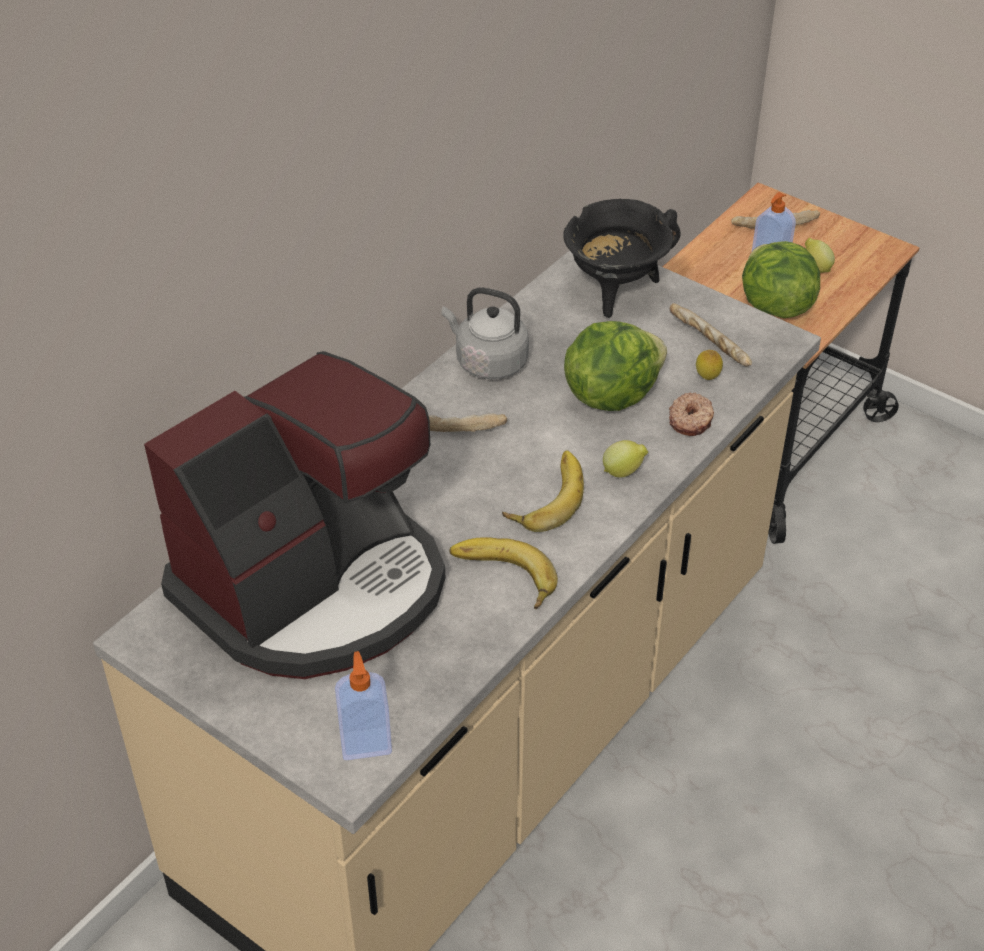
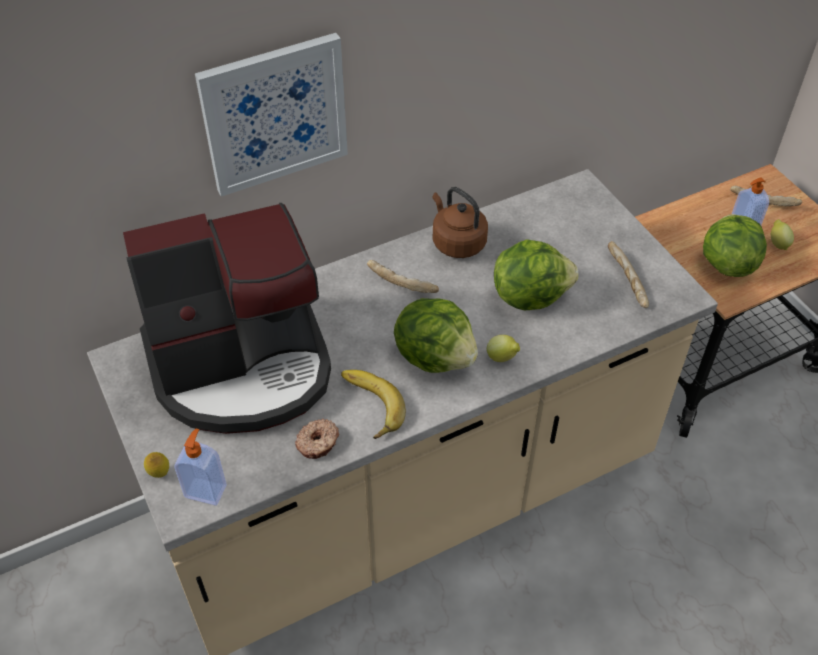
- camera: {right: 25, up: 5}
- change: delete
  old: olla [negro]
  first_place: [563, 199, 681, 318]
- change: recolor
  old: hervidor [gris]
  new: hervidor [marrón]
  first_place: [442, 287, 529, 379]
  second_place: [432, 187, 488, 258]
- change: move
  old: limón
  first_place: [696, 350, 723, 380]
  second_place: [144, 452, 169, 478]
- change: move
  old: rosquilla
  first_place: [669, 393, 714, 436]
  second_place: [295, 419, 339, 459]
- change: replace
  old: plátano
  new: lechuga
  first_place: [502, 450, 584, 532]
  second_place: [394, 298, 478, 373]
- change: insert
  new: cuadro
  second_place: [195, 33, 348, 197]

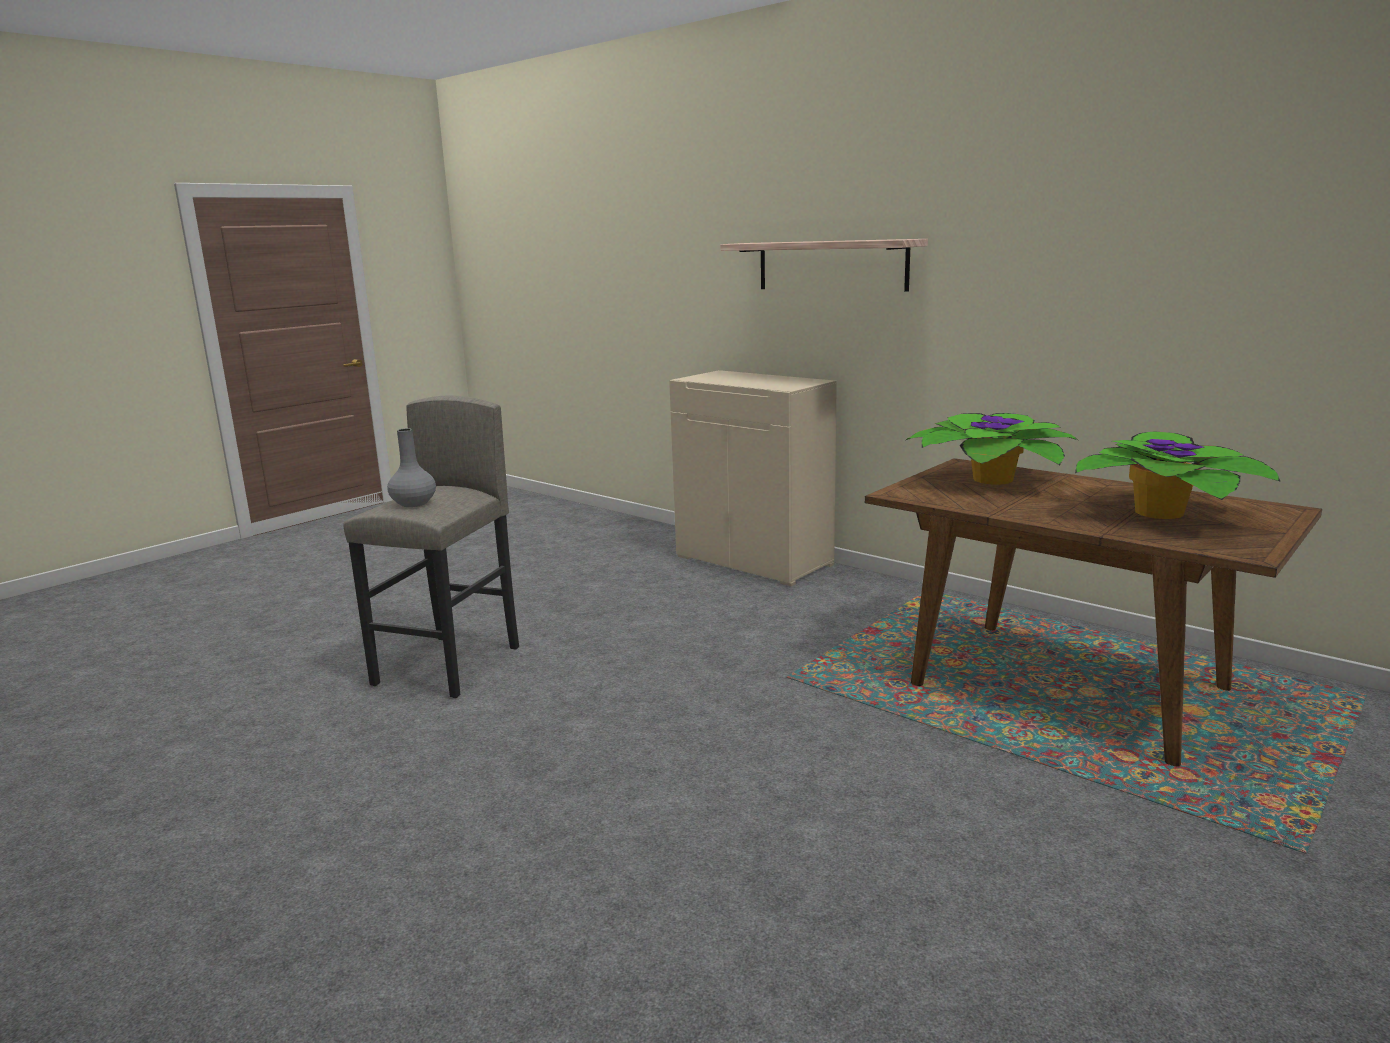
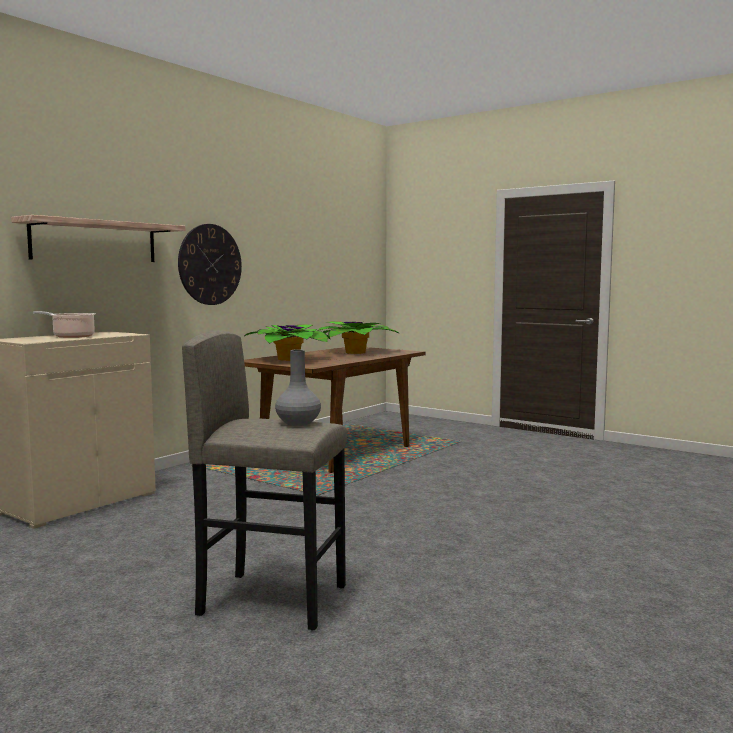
- camera: {right: -95, up: -10}
- change: insert
  new: reloj de pared
  second_place: [178, 224, 242, 305]
- change: insert
  new: olla
  second_place: [33, 311, 95, 338]

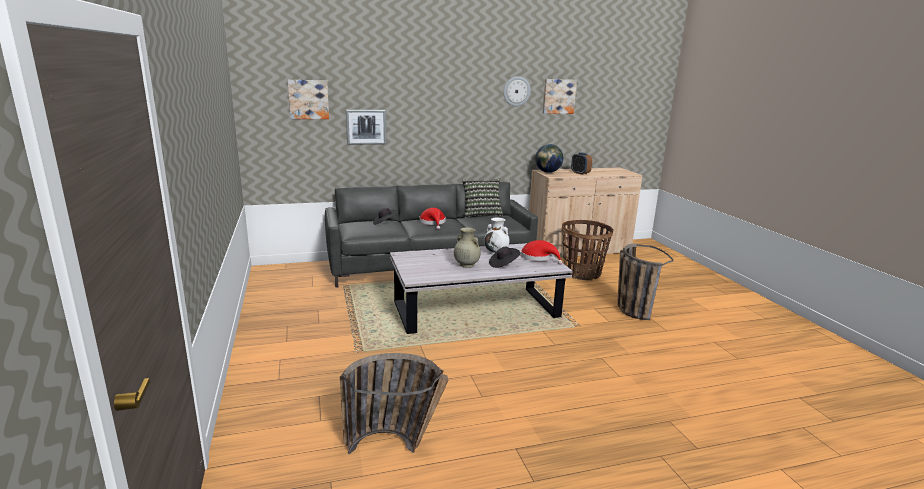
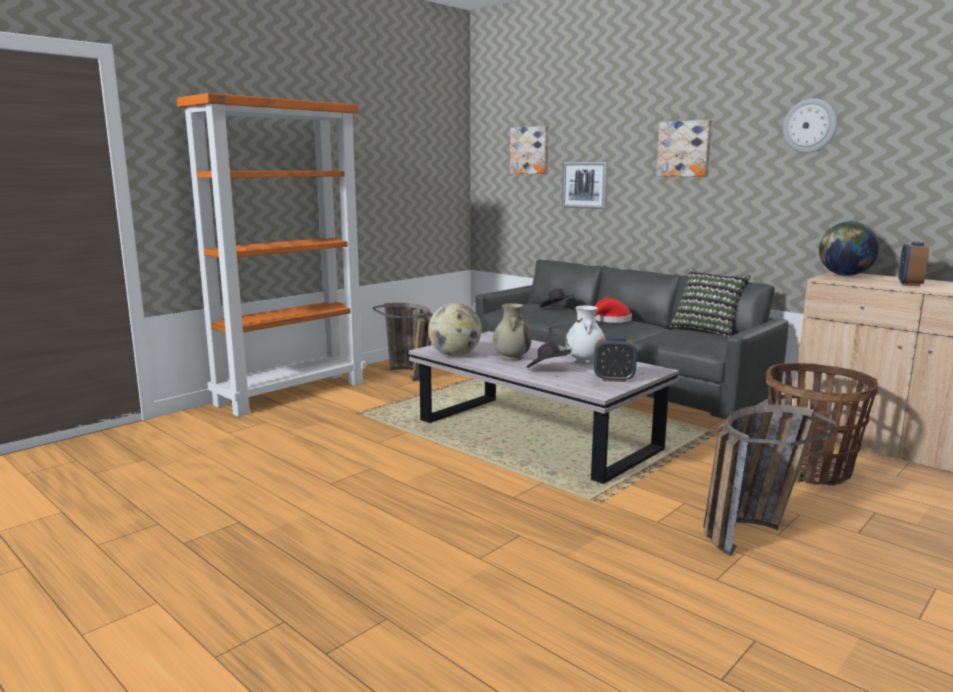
- camera: {right: 60, up: -5}
- change: move
  old: cuadro
  first_place: [542, 79, 577, 114]
  second_place: [656, 120, 712, 177]
- change: replace
  old: sombrero [rojo]
  new: despertador
  first_place: [521, 240, 563, 264]
  second_place: [594, 336, 637, 382]
- change: move
  old: cesta
  first_place: [340, 353, 448, 454]
  second_place: [373, 303, 433, 381]
- change: insert
  new: estantería [naranja]
  second_place: [177, 93, 366, 417]
- change: insert
  new: globo terráqueo
  second_place: [428, 303, 482, 356]

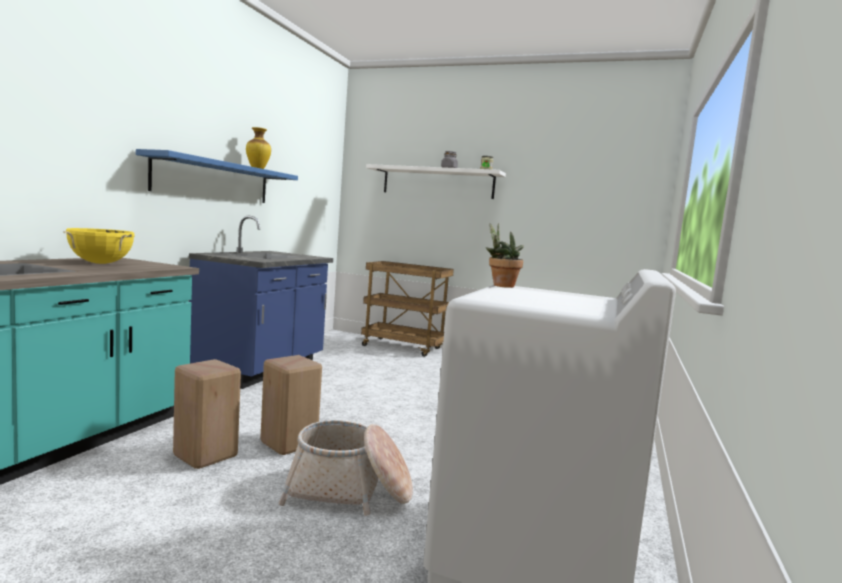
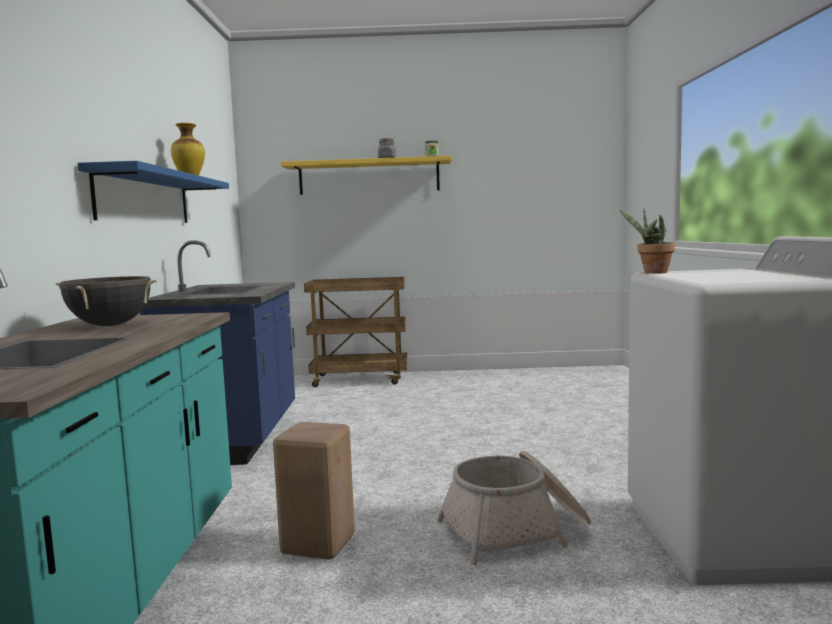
- camera: {right: -20, up: 0}
- change: recolor
  old: estante [blanco]
  new: estante [amarillo]
  first_place: [366, 164, 506, 199]
  second_place: [281, 156, 452, 195]
- change: recolor
  old: olla [amarillo]
  new: olla [negro]
  first_place: [64, 228, 135, 264]
  second_place: [56, 276, 157, 326]
- change: delete
  old: taburete [beis]
  first_place: [260, 355, 322, 455]

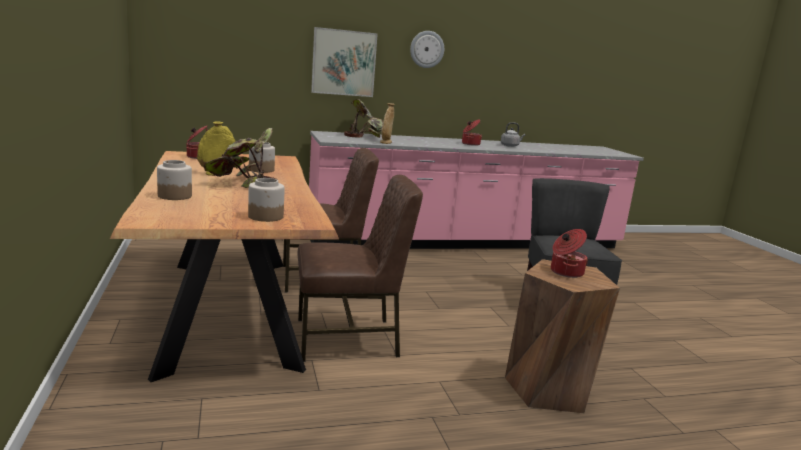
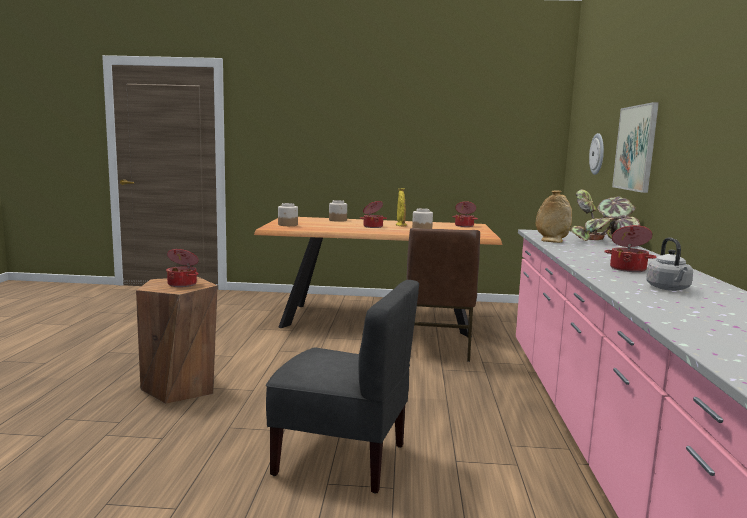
- camera: {right: 110, up: -5}
- change: move
  old: reloj de pared
  first_place: [410, 31, 444, 68]
  second_place: [589, 133, 604, 175]
- change: replace
  old: planta en maceta
  new: olla
  first_place: [204, 128, 278, 188]
  second_place: [360, 201, 387, 228]
- change: delete
  old: silla [marrón]
  first_place: [297, 175, 423, 362]

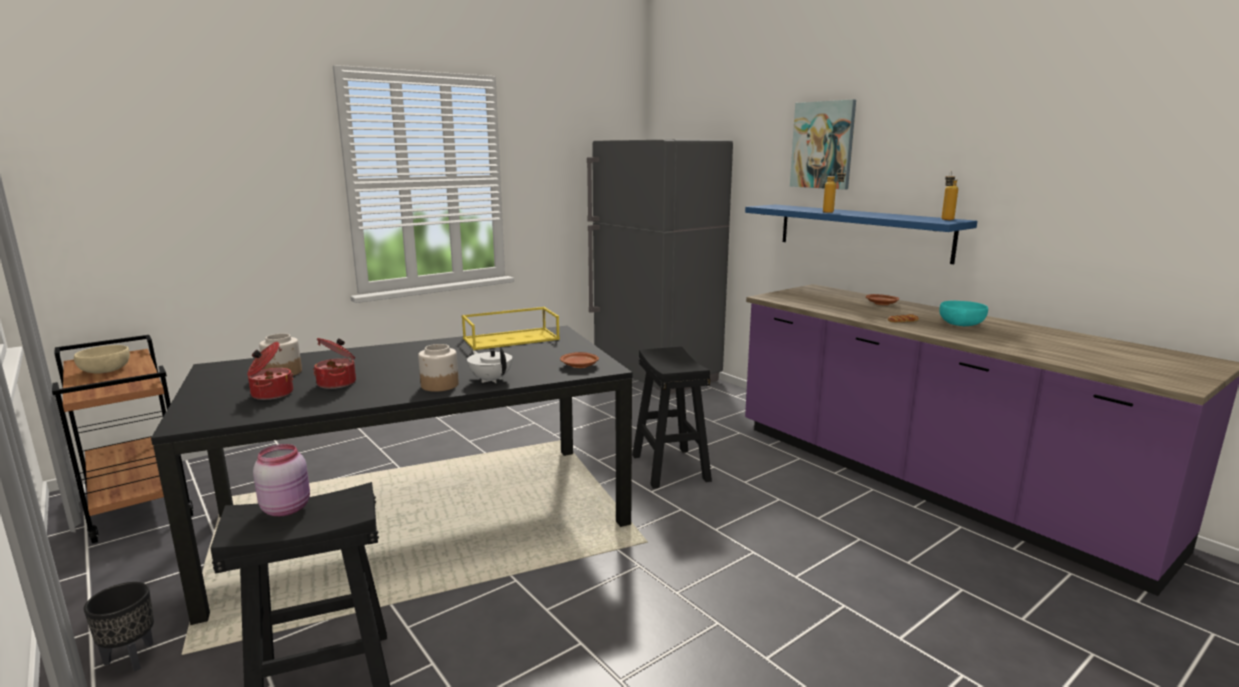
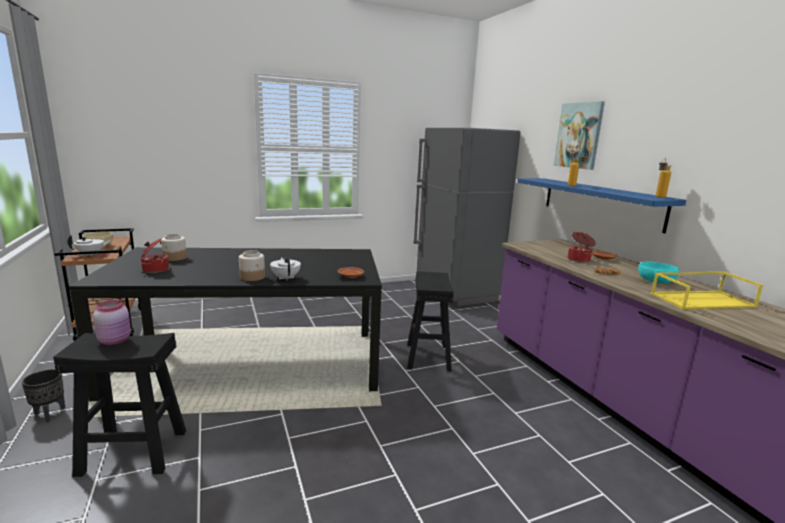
- camera: {right: 15, up: 0}
- change: move
  old: bandeja [amarillo]
  first_place: [462, 307, 560, 350]
  second_place: [651, 272, 763, 310]
- change: move
  old: olla
  first_place: [313, 338, 356, 389]
  second_place: [568, 232, 596, 262]
- change: insert
  new: tetera [blanco]
  second_place: [67, 235, 111, 256]

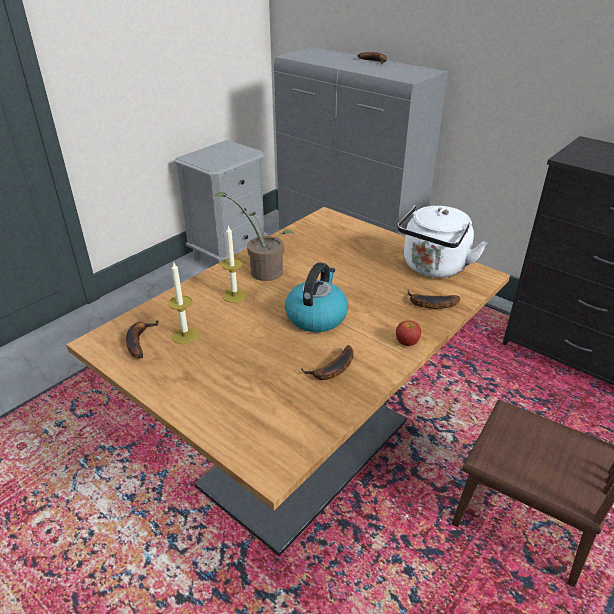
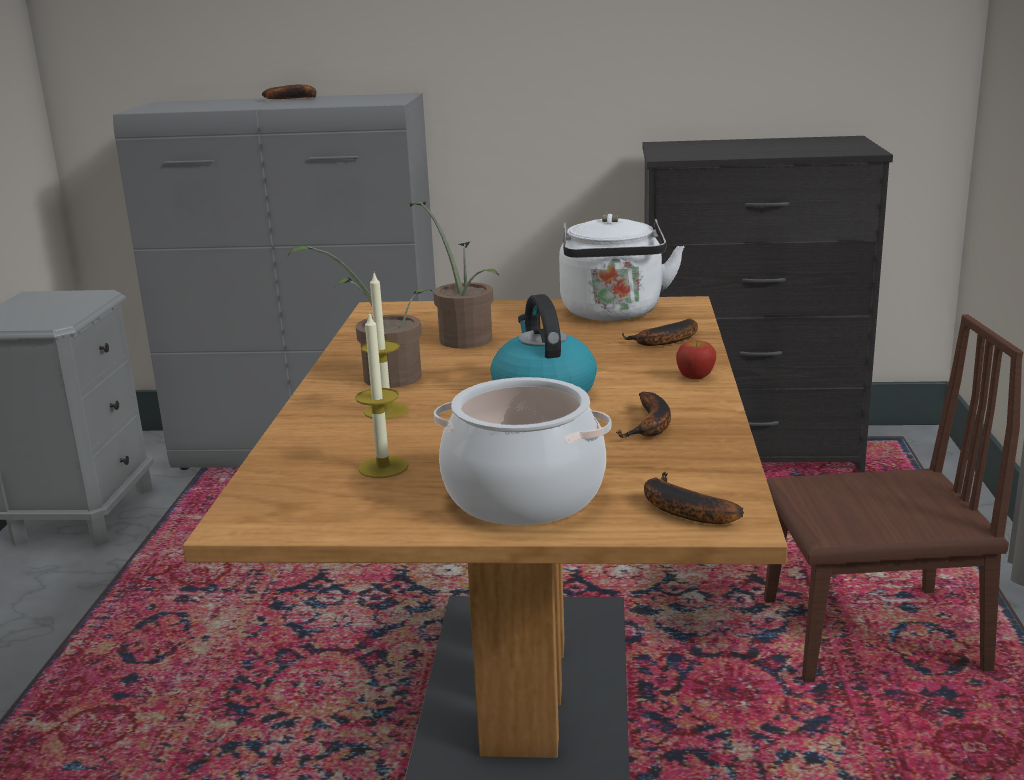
- camera: {right: -35, up: -15}
- change: move
  old: plátano
  first_place: [126, 321, 159, 358]
  second_place: [644, 472, 744, 524]
- change: insert
  new: planta en maceta
  second_place: [409, 201, 499, 348]
- change: insert
  new: olla
  second_place: [434, 377, 611, 525]

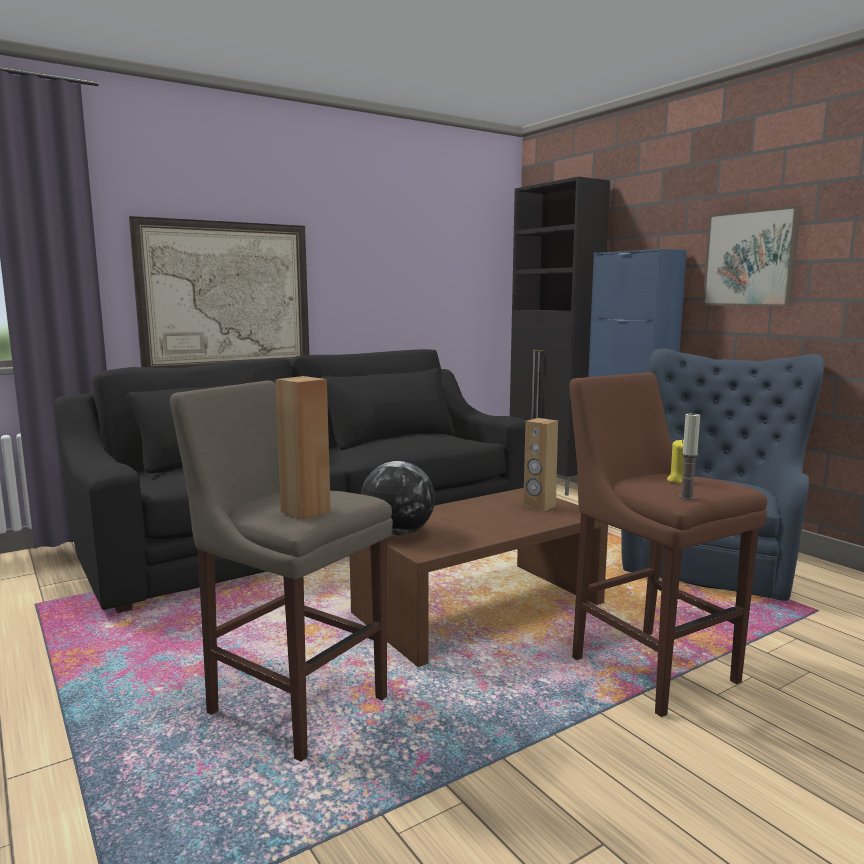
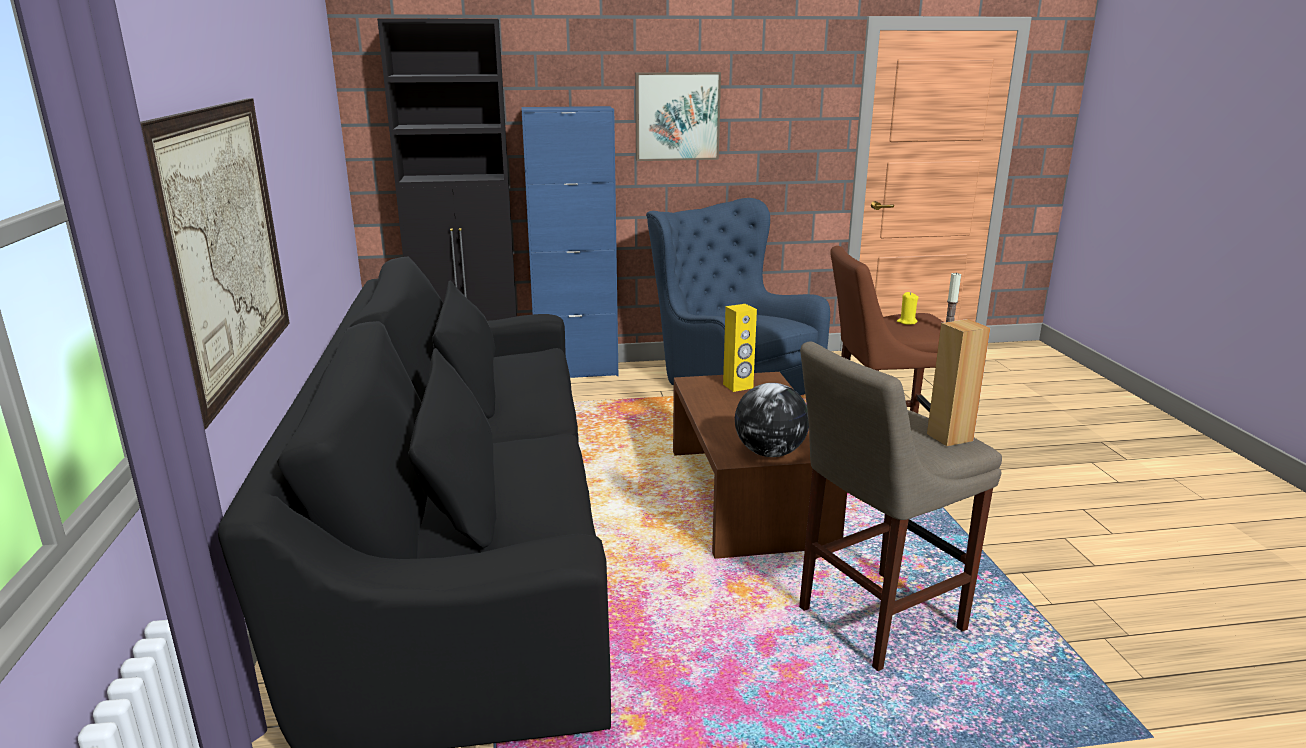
- camera: {right: -65, up: 10}
- change: recolor
  old: altavoz [marrón]
  new: altavoz [amarillo]
  first_place: [523, 418, 558, 512]
  second_place: [723, 304, 757, 392]

